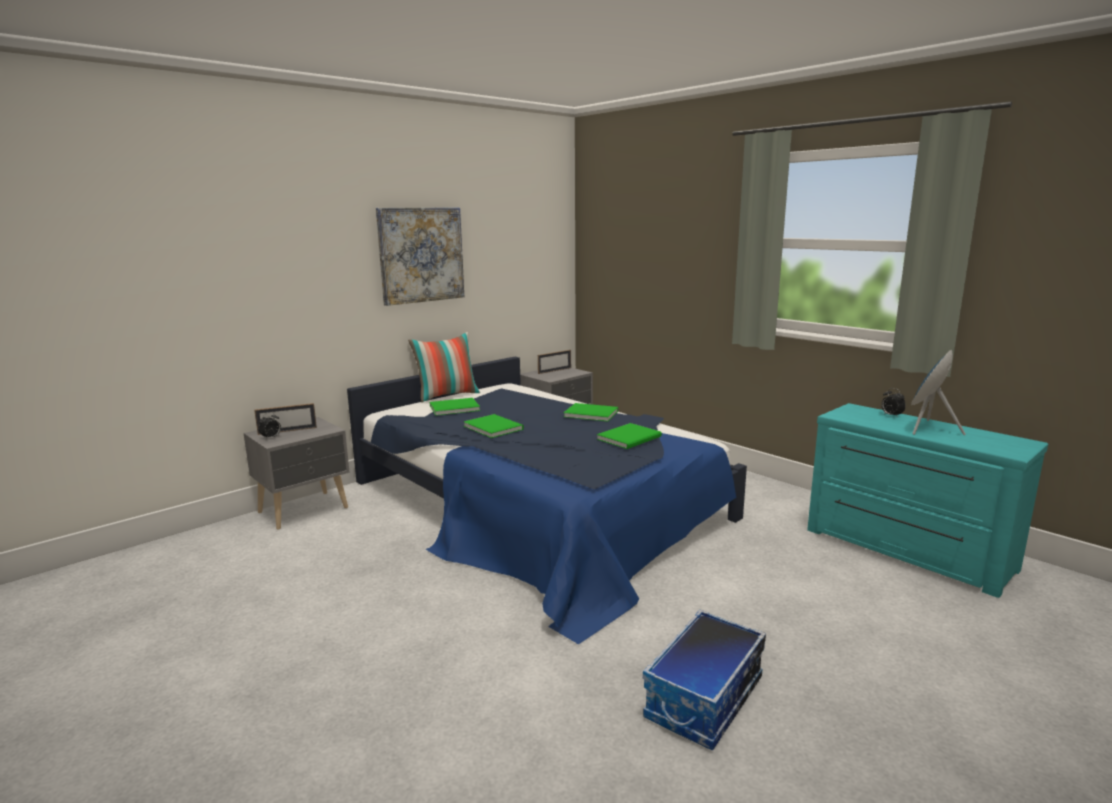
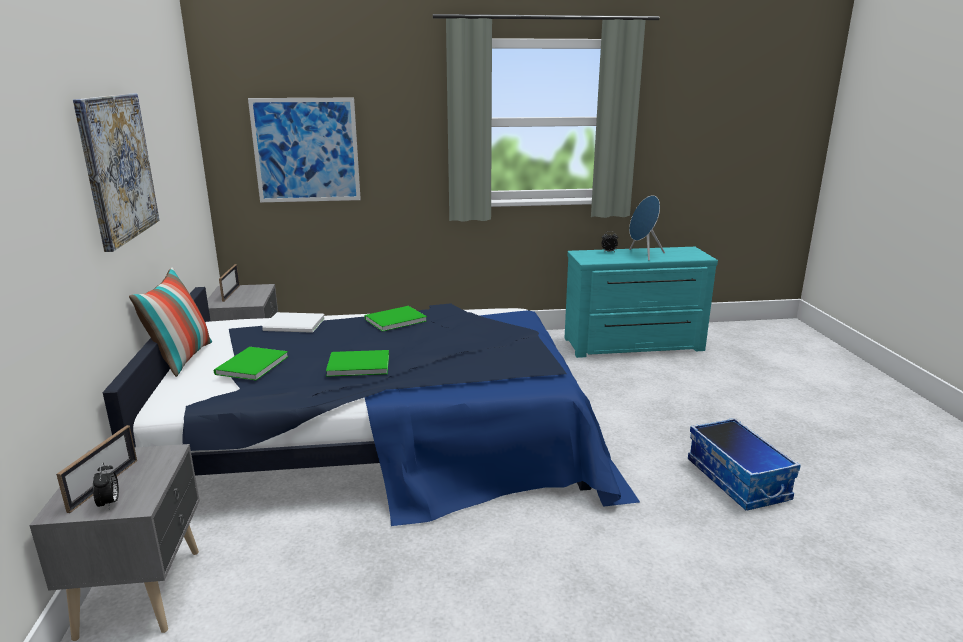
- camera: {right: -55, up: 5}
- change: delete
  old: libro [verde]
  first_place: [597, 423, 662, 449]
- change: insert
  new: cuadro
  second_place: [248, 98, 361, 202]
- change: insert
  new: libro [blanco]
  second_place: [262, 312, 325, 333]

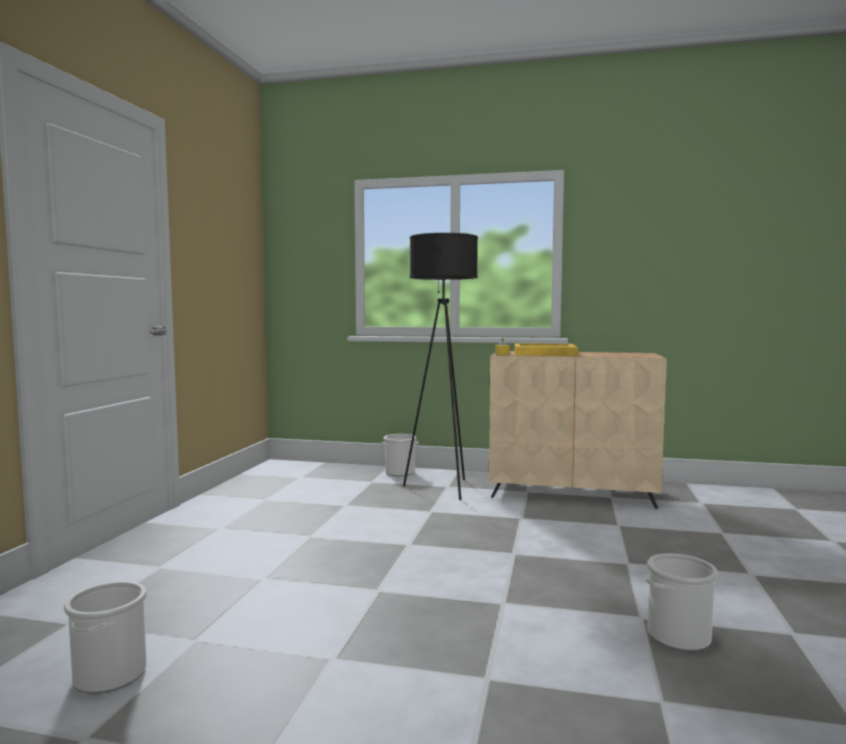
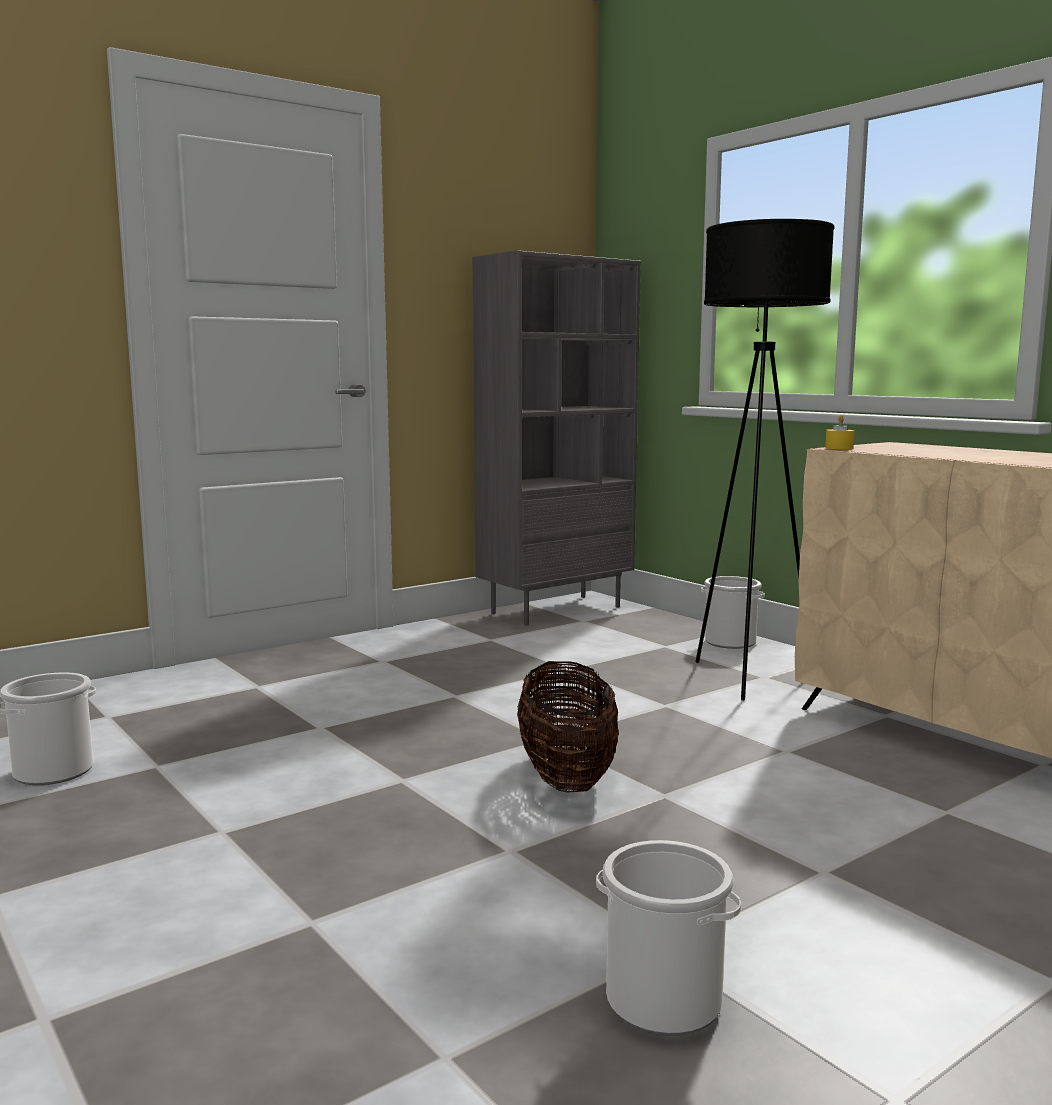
- camera: {right: 40, up: 5}
- change: delete
  old: bandeja [amarillo]
  first_place: [515, 343, 578, 356]
- change: insert
  new: estantería [gris]
  second_place: [472, 250, 641, 625]
- change: insert
  new: cesta
  second_place: [517, 661, 619, 793]

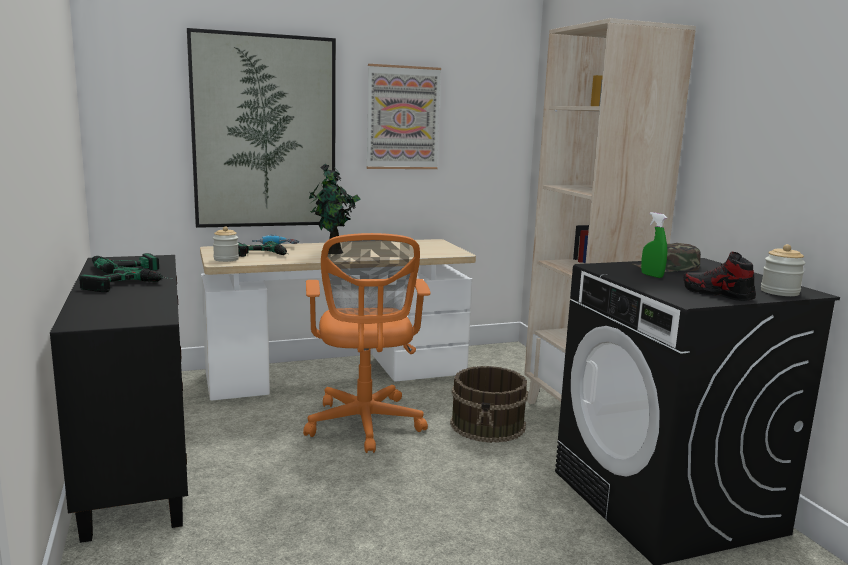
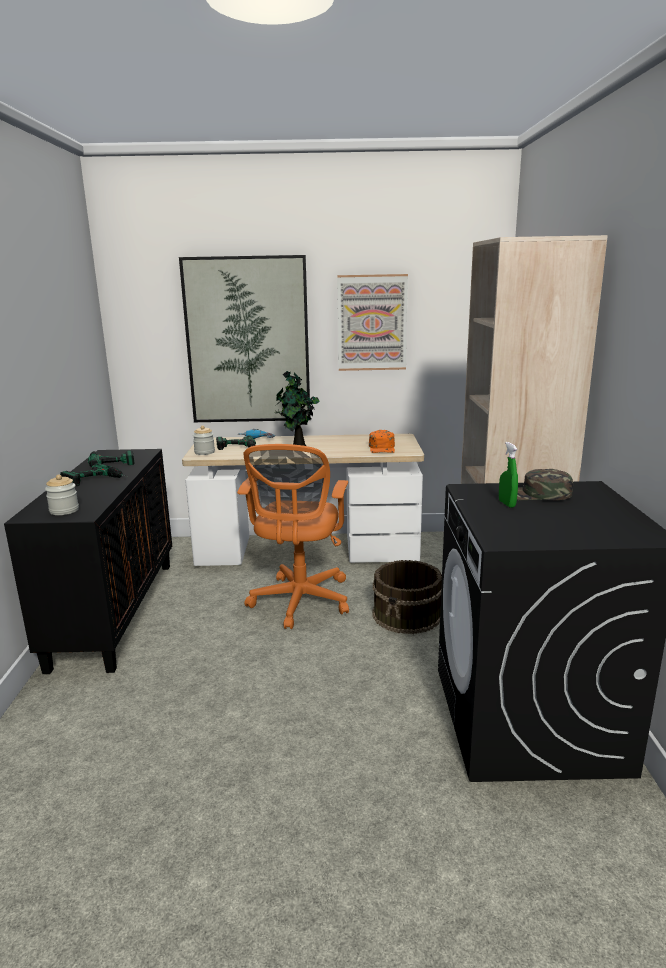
- camera: {right: 20, up: 5}
- change: move
  old: tarro
  first_place: [761, 244, 805, 296]
  second_place: [45, 475, 79, 515]
- change: delete
  old: zapato
  first_place: [683, 252, 756, 301]
- change: insert
  new: gorra [naranja]
  second_place: [369, 430, 395, 453]

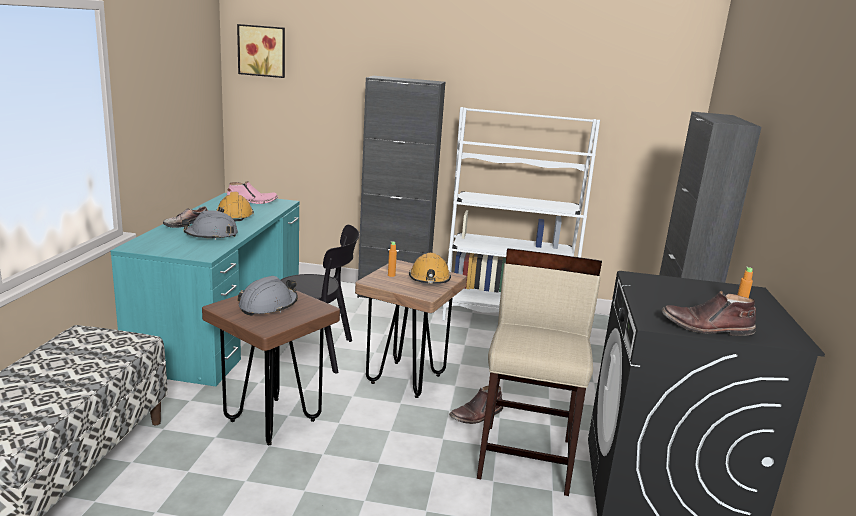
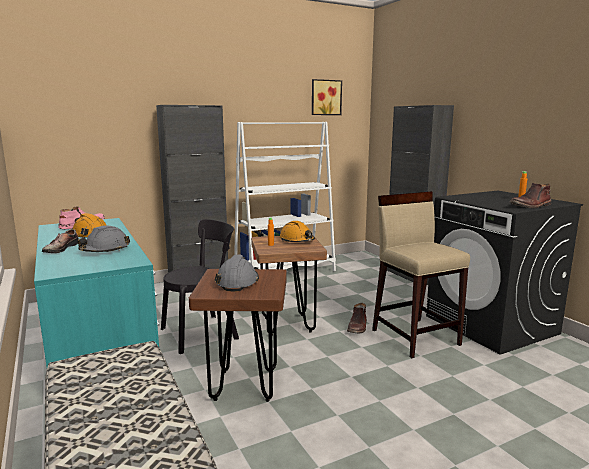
- camera: {right: -35, up: -5}
- change: move
  old: cuadro
  first_place: [237, 24, 285, 78]
  second_place: [312, 79, 342, 115]

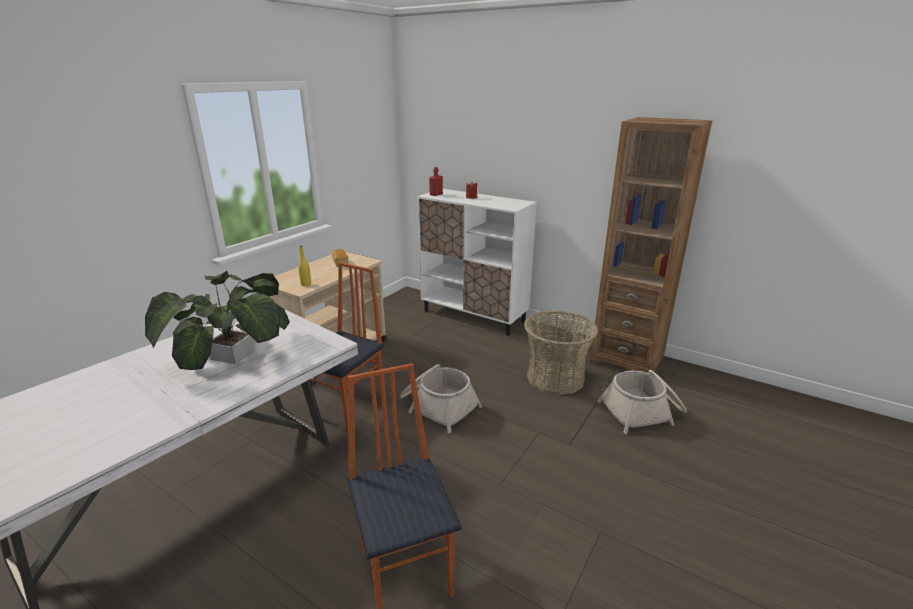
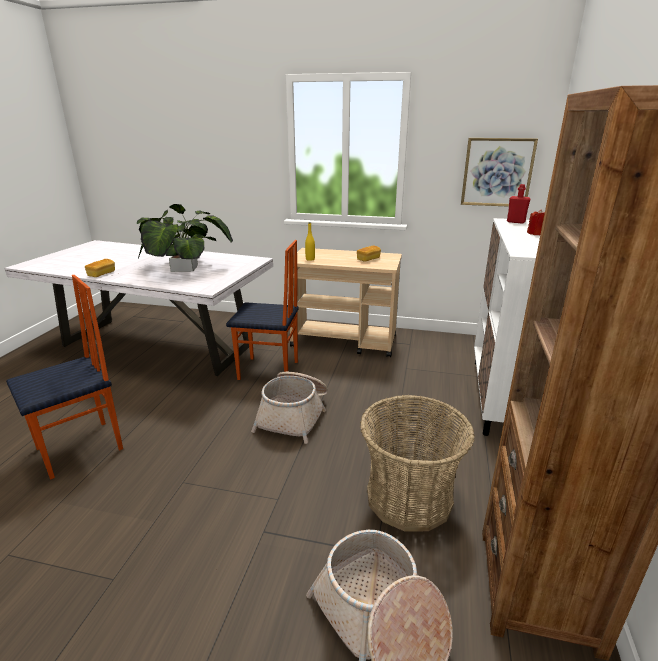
- camera: {right: 70, up: 0}
- change: insert
  new: cuadro
  second_place: [461, 138, 538, 207]
- change: insert
  new: pan
  second_place: [85, 259, 115, 277]

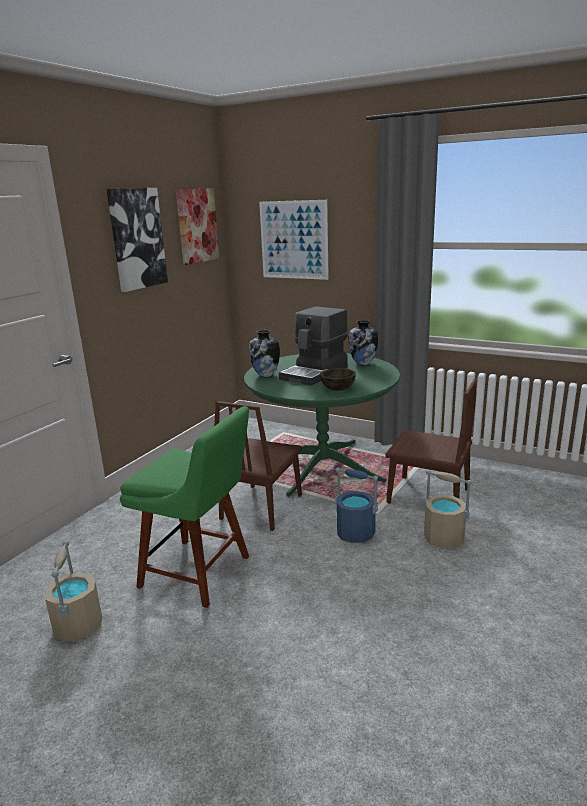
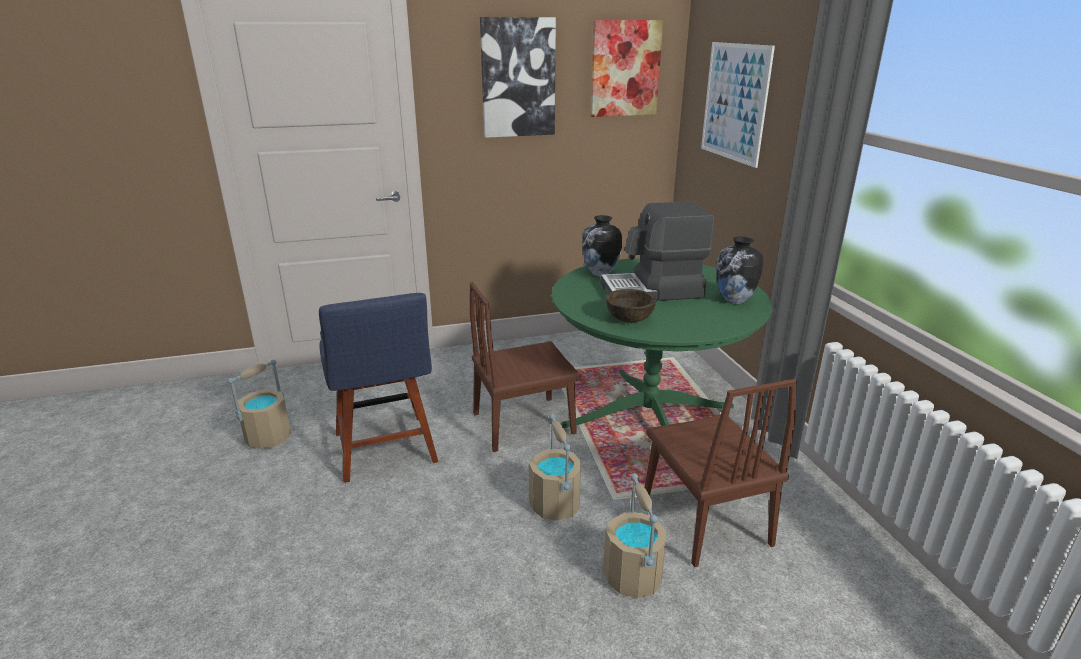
- camera: {right: 45, up: 5}
- change: recolor
  old: silla [verde]
  new: silla [azul]
  first_place: [120, 406, 249, 608]
  second_place: [319, 293, 438, 483]
- change: recolor
  old: cubo [azul]
  new: cubo [beis]
  first_place: [335, 467, 378, 543]
  second_place: [529, 414, 581, 521]

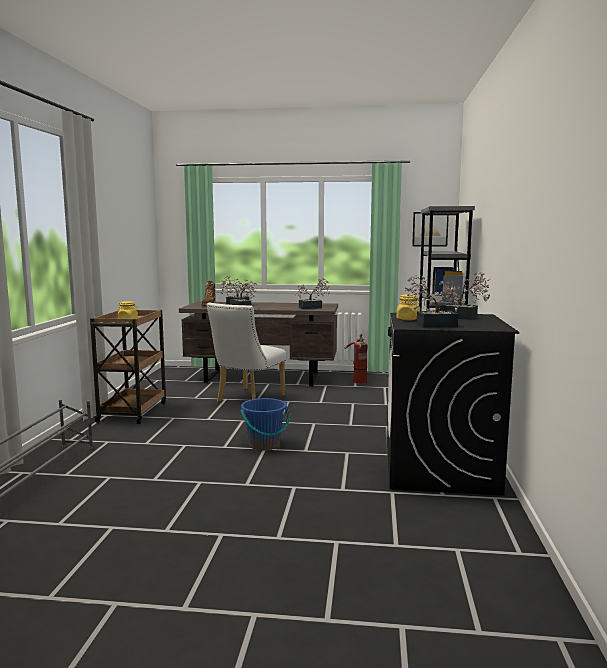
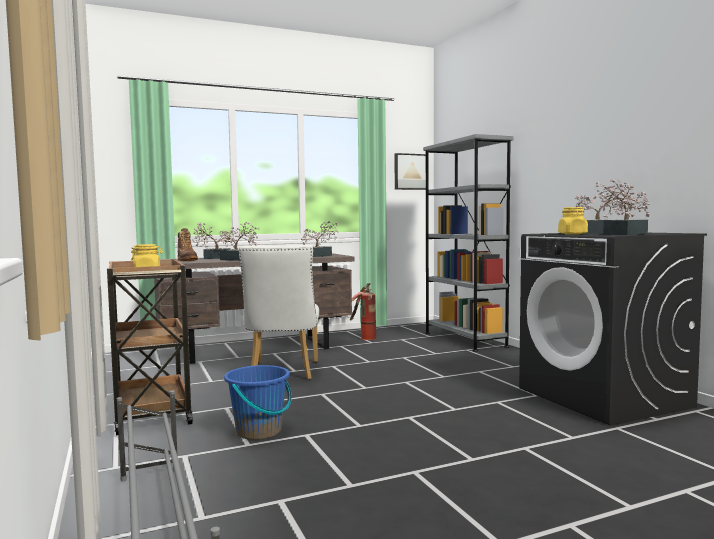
- camera: {right: -30, up: -5}
- change: move
  old: cubo [azul]
  first_place: [240, 398, 290, 451]
  second_place: [224, 365, 292, 440]

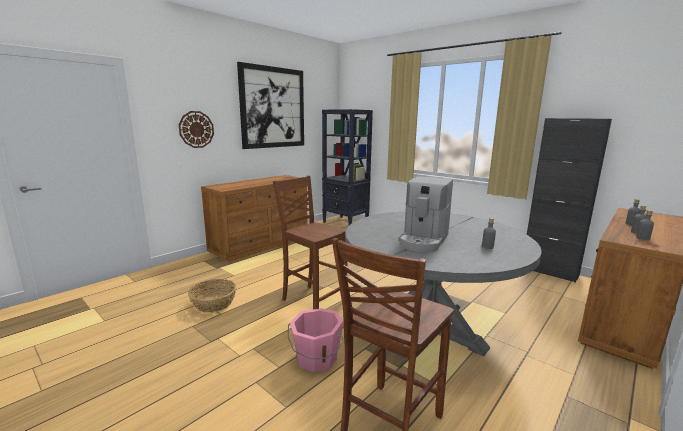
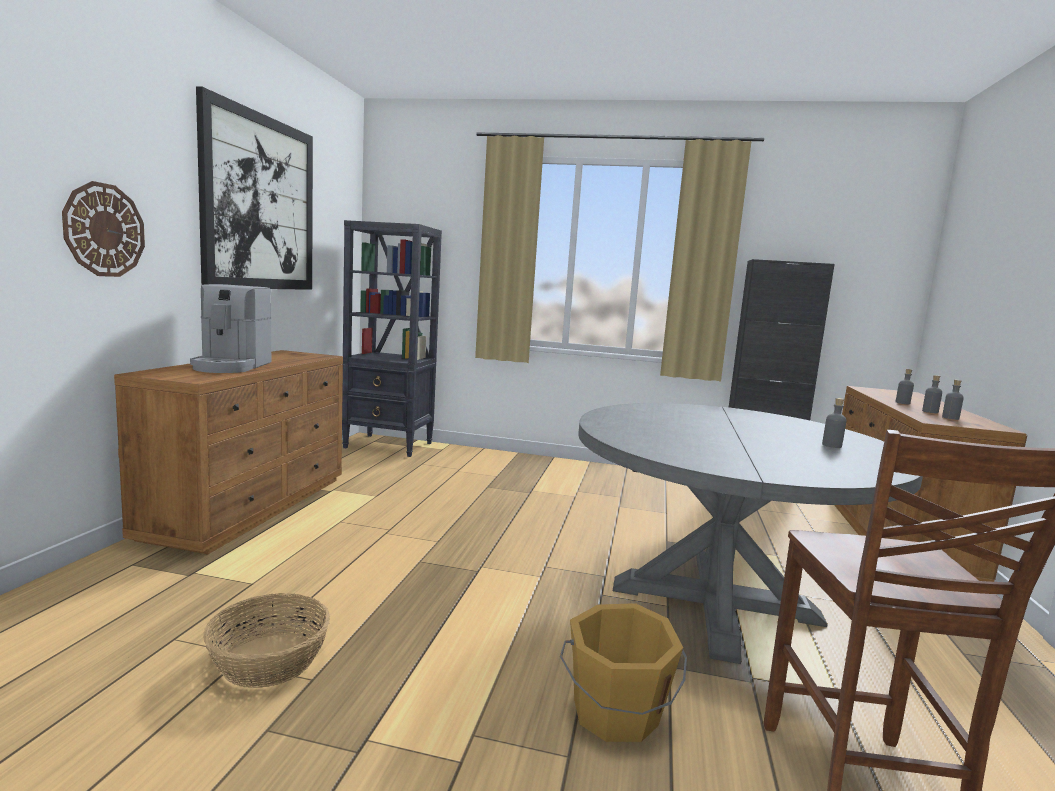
- camera: {right: -30, up: -5}
- change: delete
  old: silla [marrón]
  first_place: [273, 176, 348, 310]
- change: move
  old: cafetera
  first_place: [398, 176, 453, 252]
  second_place: [190, 284, 271, 373]
- change: recolor
  old: cubo [rosa]
  new: cubo [naranja]
  first_place: [288, 308, 343, 373]
  second_place: [560, 603, 687, 742]

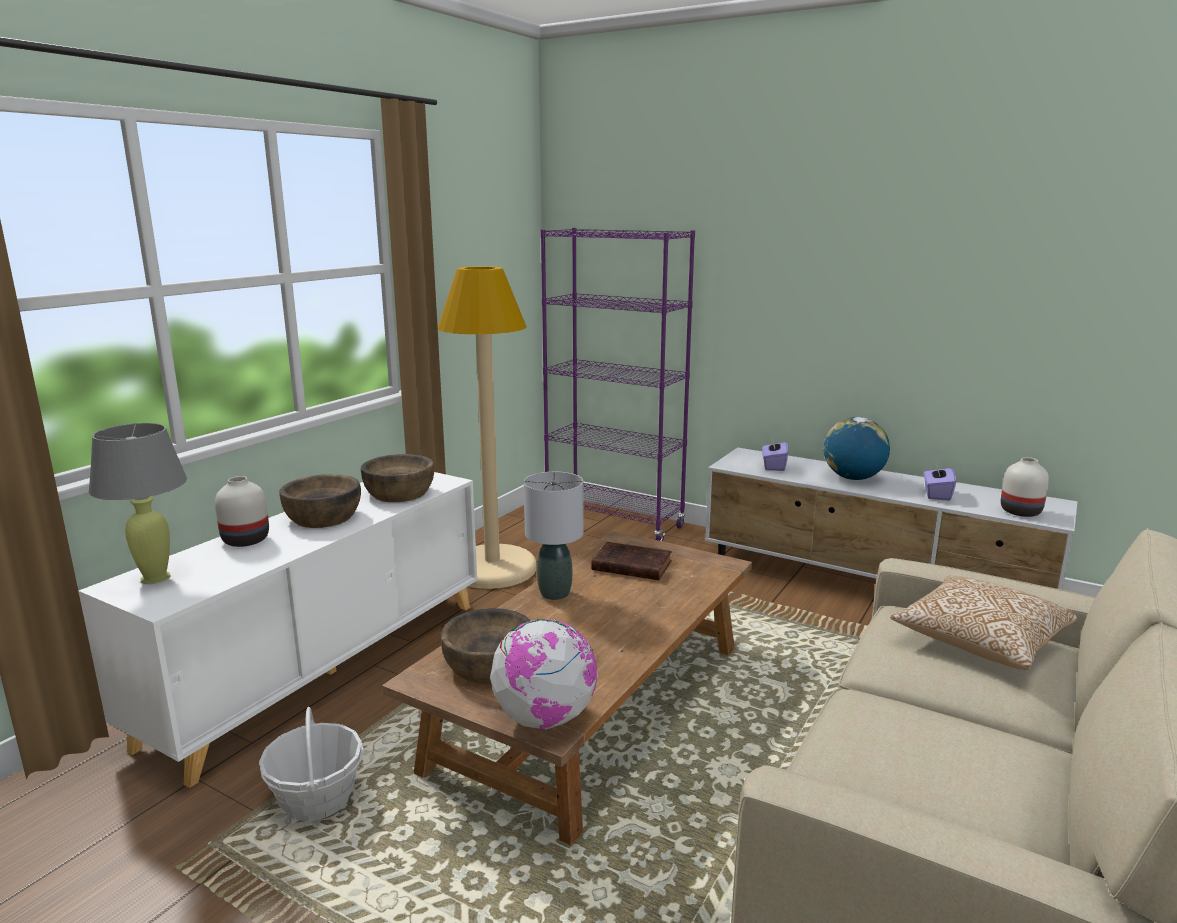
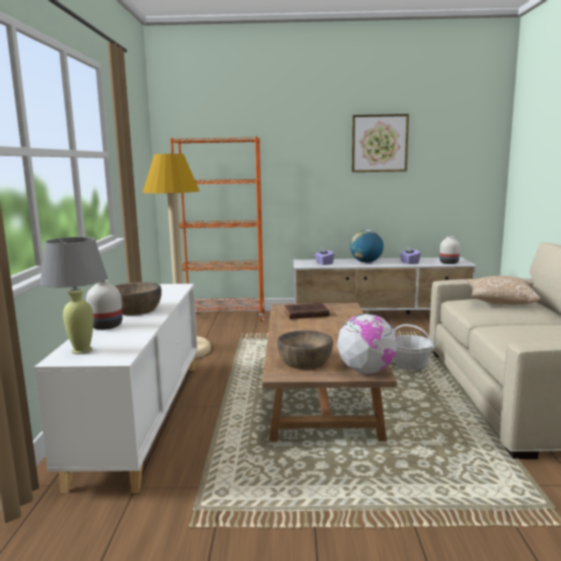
- camera: {right: -30, up: -5}
- change: recolor
  old: estantería [morado]
  new: estantería [naranja]
  first_place: [540, 228, 695, 542]
  second_place: [170, 136, 265, 322]
- change: delete
  old: cuenco [marrón]
  first_place: [361, 454, 434, 502]
- change: delete
  old: lámpara de mesa [gris]
  first_place: [524, 472, 583, 600]
- change: move
  old: cesta
  first_place: [259, 707, 364, 821]
  second_place: [394, 324, 435, 370]
- change: insert
  new: cuadro
  second_place: [352, 114, 409, 172]

